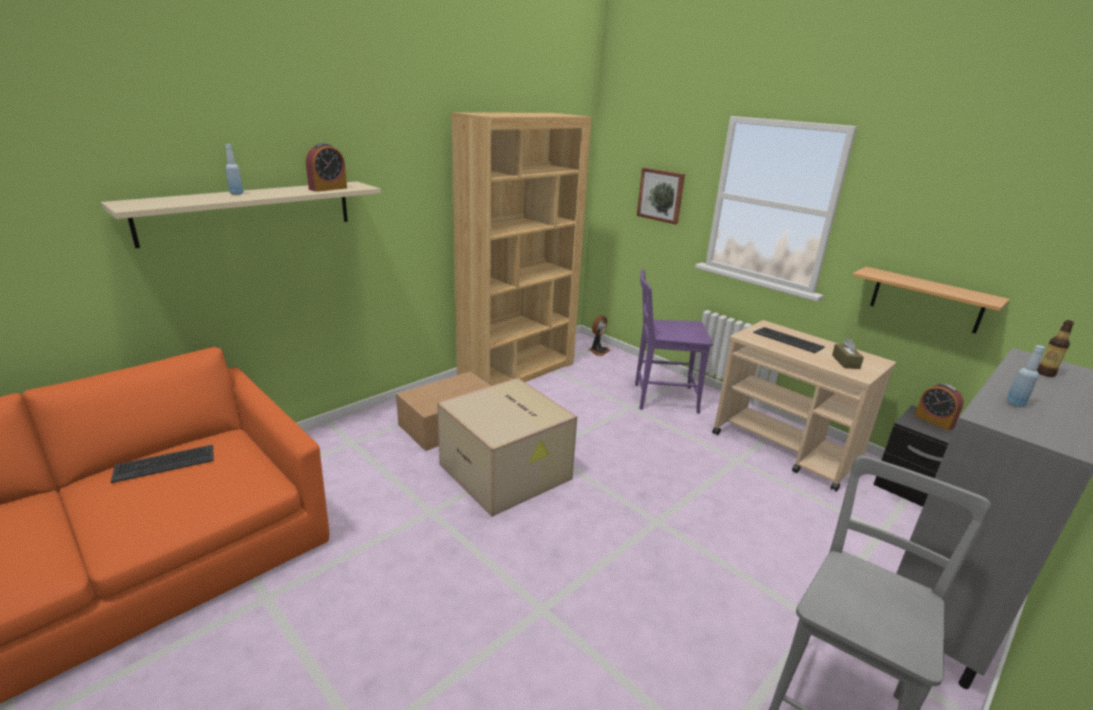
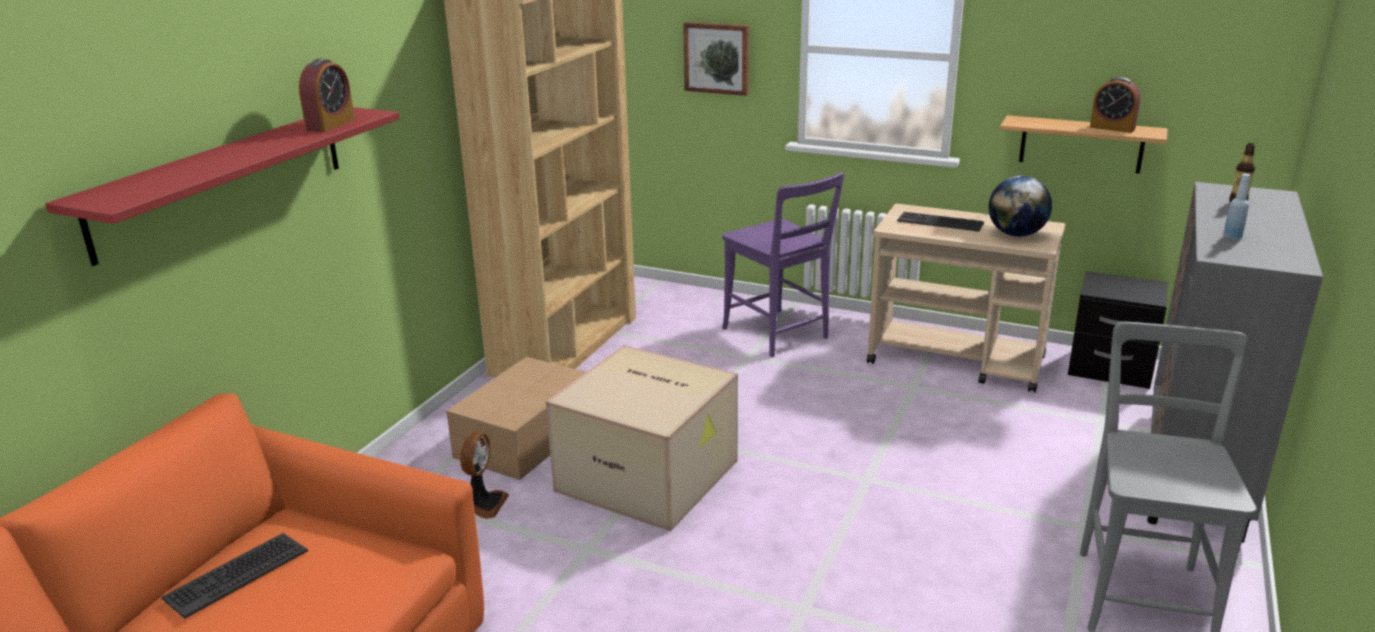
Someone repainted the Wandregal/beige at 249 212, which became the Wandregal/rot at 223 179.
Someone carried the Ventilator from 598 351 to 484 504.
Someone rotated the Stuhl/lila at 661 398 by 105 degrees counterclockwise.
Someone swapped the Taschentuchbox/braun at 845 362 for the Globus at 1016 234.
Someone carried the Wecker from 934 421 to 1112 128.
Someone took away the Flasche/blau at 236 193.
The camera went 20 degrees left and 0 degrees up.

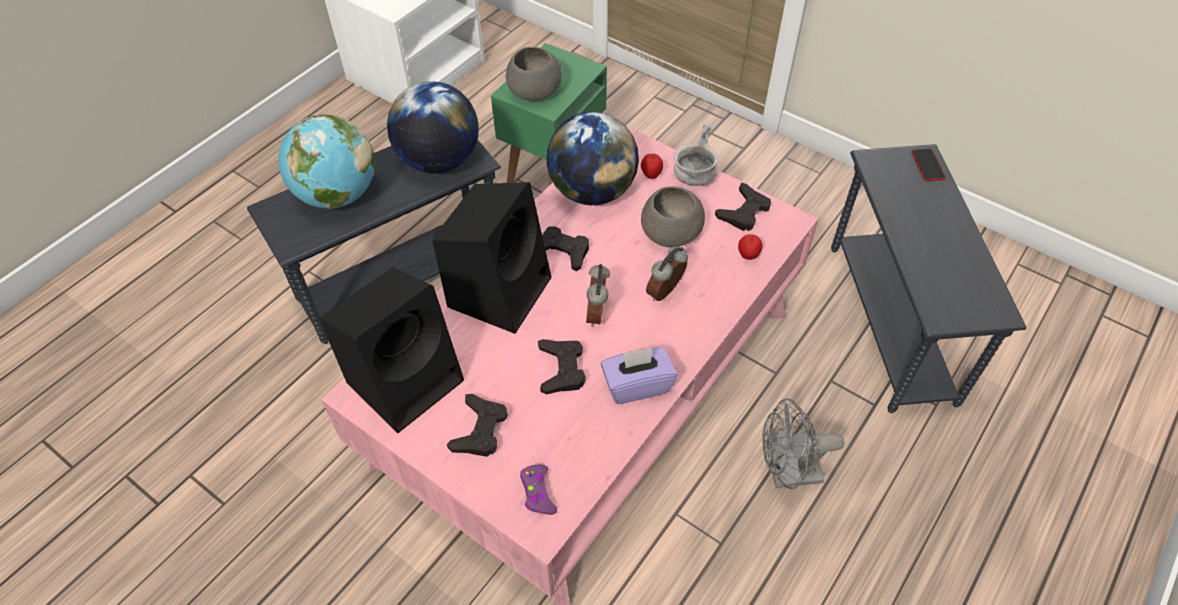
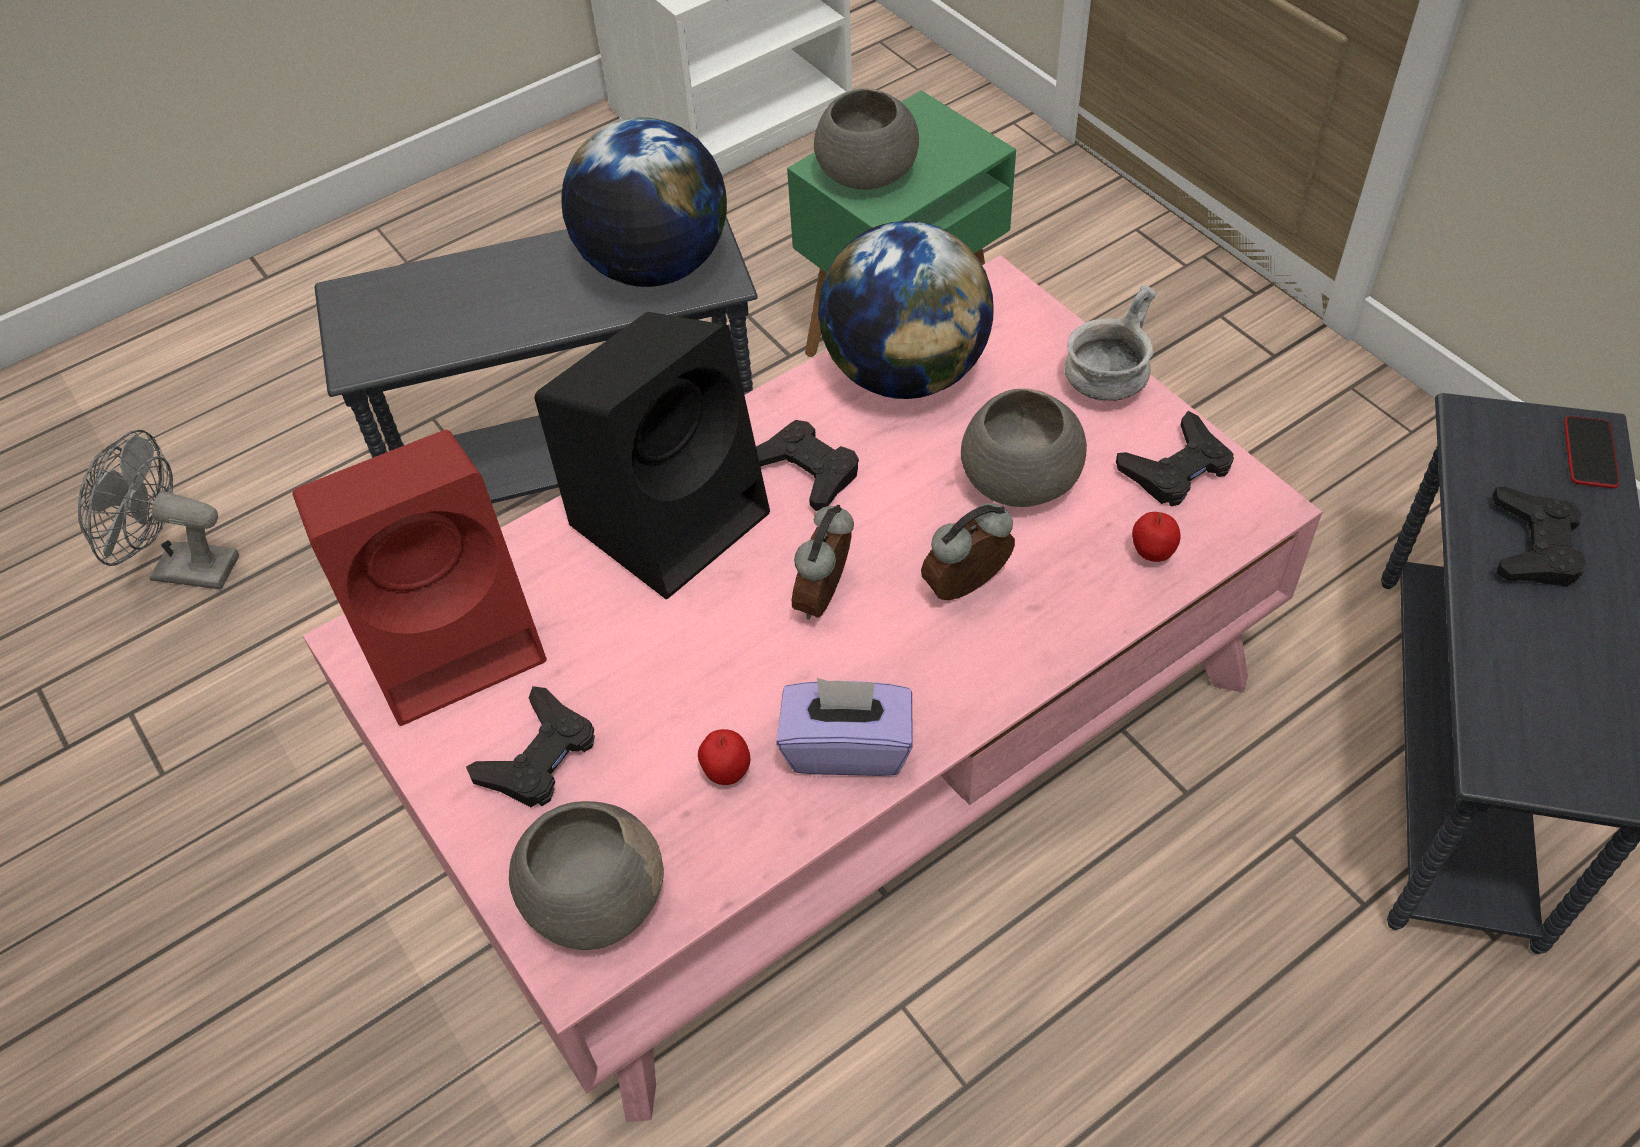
Someone carried the Ventilator/grau from 787 475 to 182 568.
Someone repainted the Lautsprecher/schwarz at 407 379, which became the Lautsprecher/rot at 453 635.
Someone swapped the Gamepad/lila at 538 493 for the Schüssel/grau at 592 897.
Someone carried the Apfel from 651 175 to 727 773.
Someone carried the Gamepad/schwarz from 562 369 to 1534 546.
Someone took away the Globus at 337 195.
The camera went 20 degrees right and 0 degrees up.

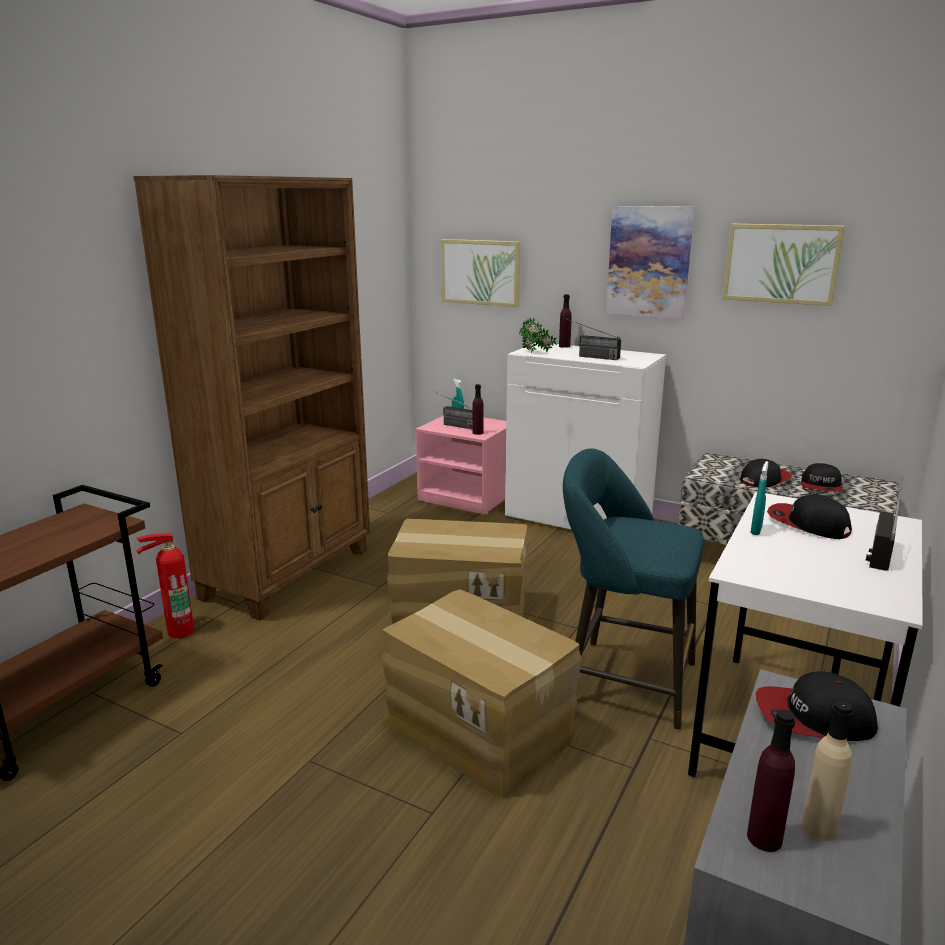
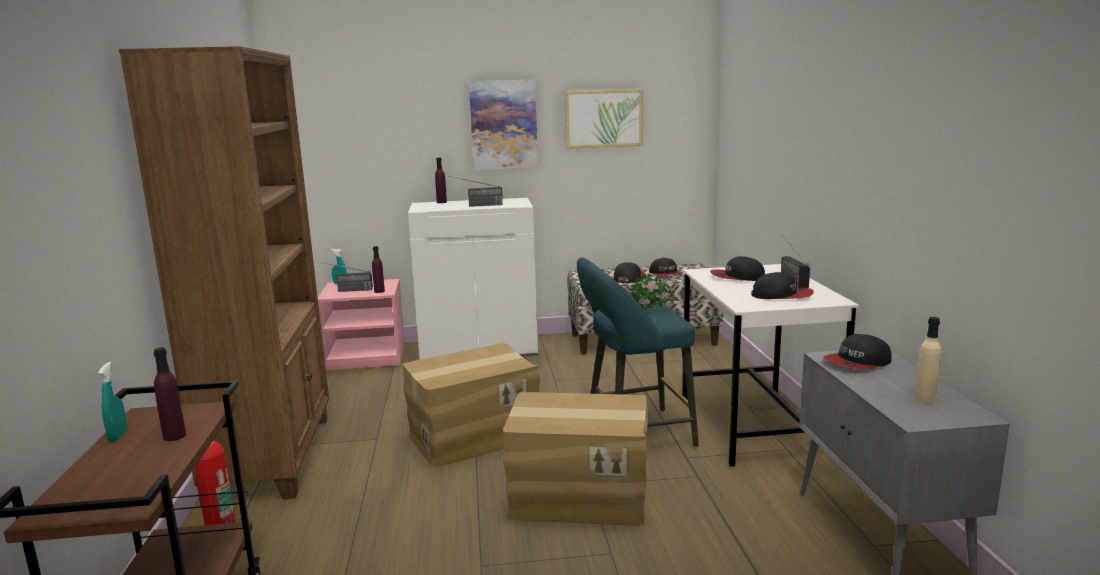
Someone carried the Sprühflasche/türkis from 756 530 to 118 436.
Someone carried the Flasche/lila from 764 838 to 174 436.
Someone carried the Topfpflanze from 536 353 to 652 311.
Someone put down the Kappe at 782 296.
Someone took away the Bild at 480 272.
The camera went 35 degrees left and 5 degrees down.

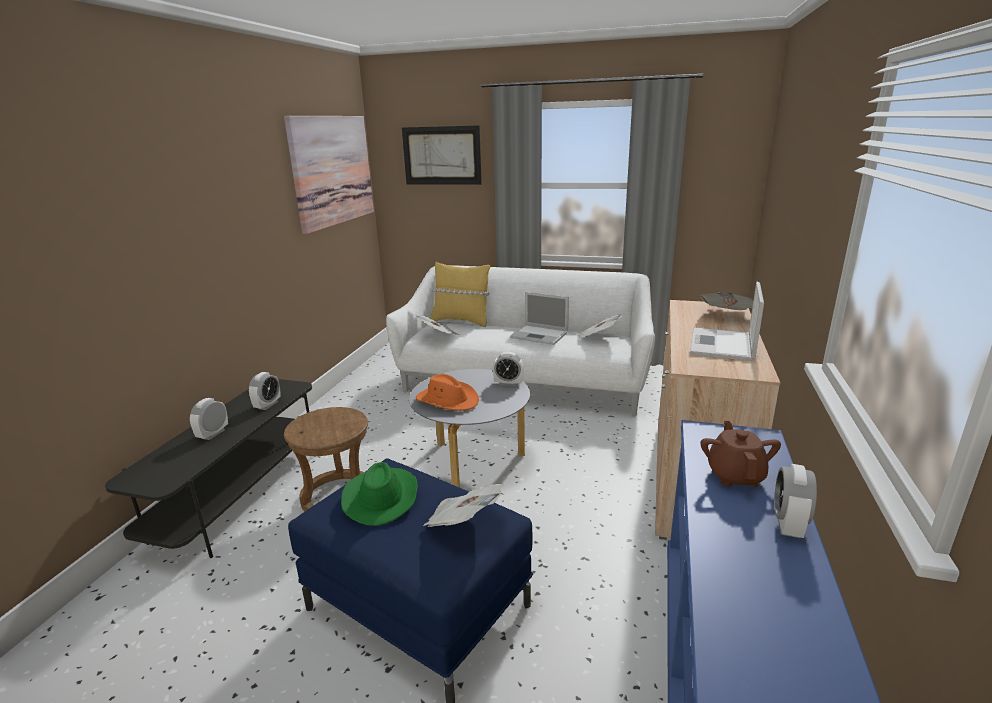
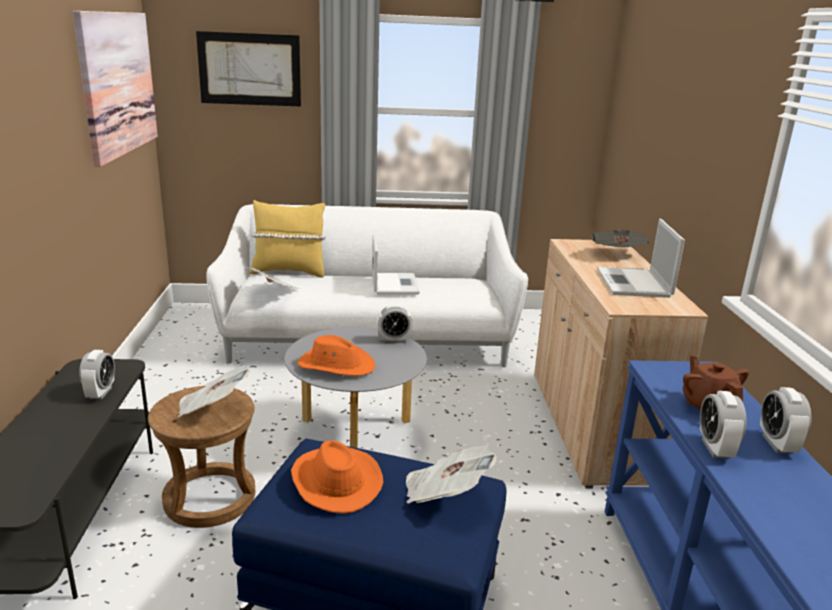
Someone carried the Zeitung from 597 337 to 212 408.
Someone repainted the Hut/grün at 380 497, which became the Hut/orange at 335 481.
Someone rotated the Laptop at 540 335 by 105 degrees counterclockwise.
Someone carried the Wecker from 213 434 to 715 448.
The camera went 20 degrees left and 0 degrees up.

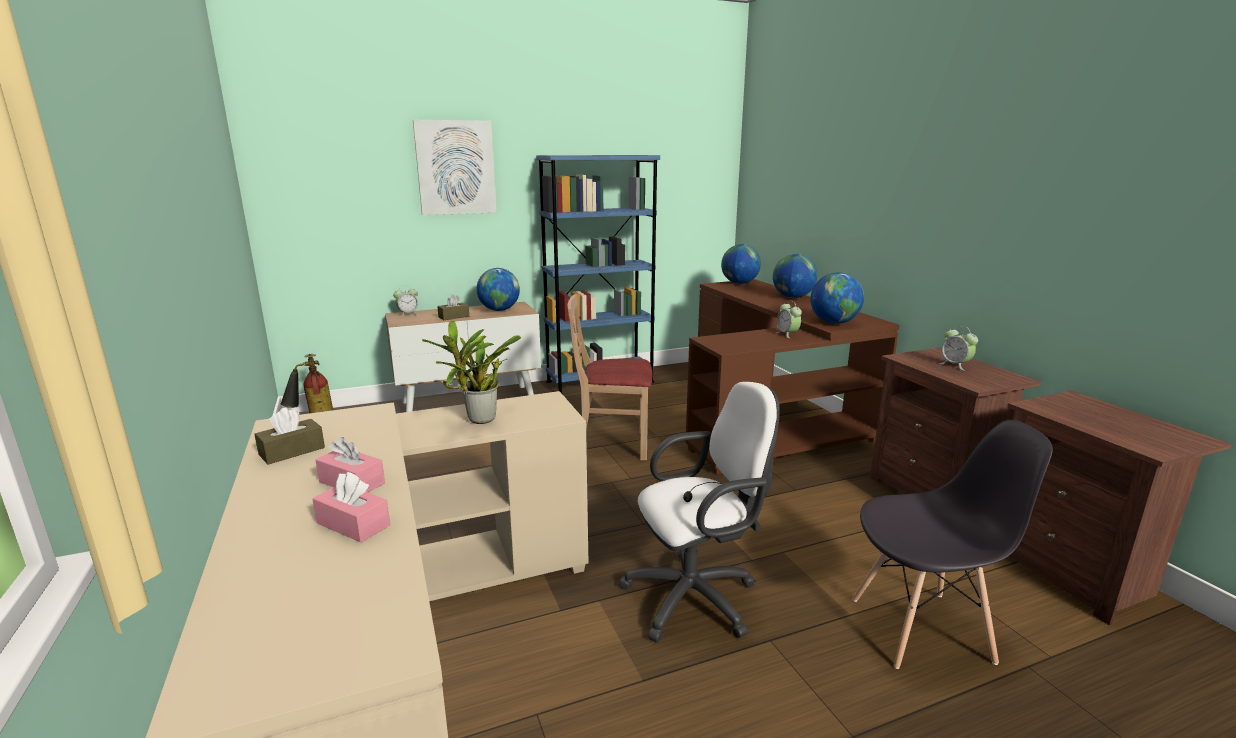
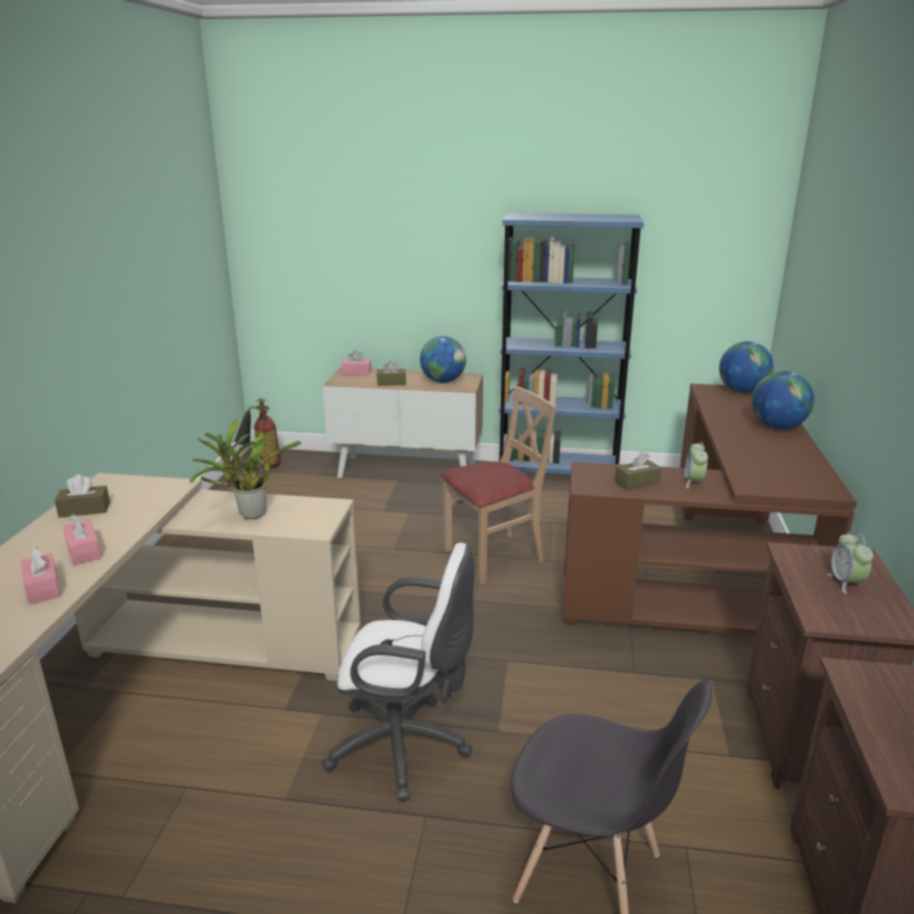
Someone swapped the Wecker at 408 314 for the Taschentuchbox/rosa at 356 372.
Someone rotated the Stuhl/beige at 612 444 by 120 degrees clockwise.
Someone put down the Taschentuchbox/braun at 637 482.
Someone took away the Bild at 455 167.
Someone took away the Globus at 834 323.
The camera went 30 degrees right and 5 degrees up.

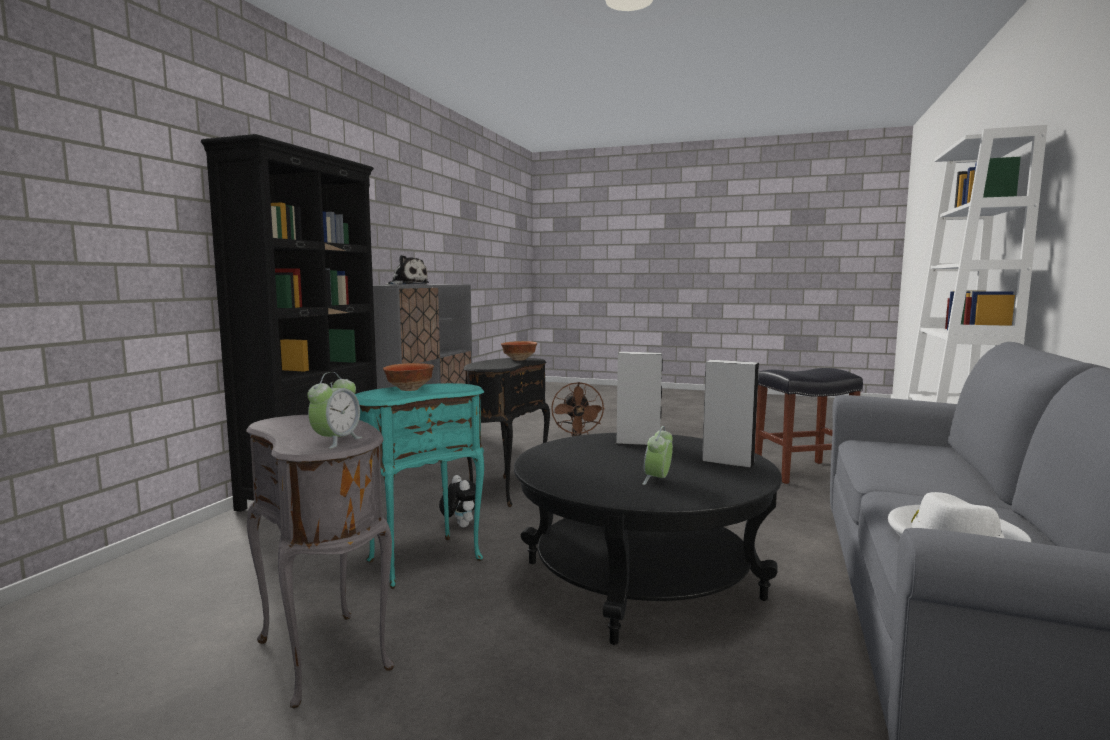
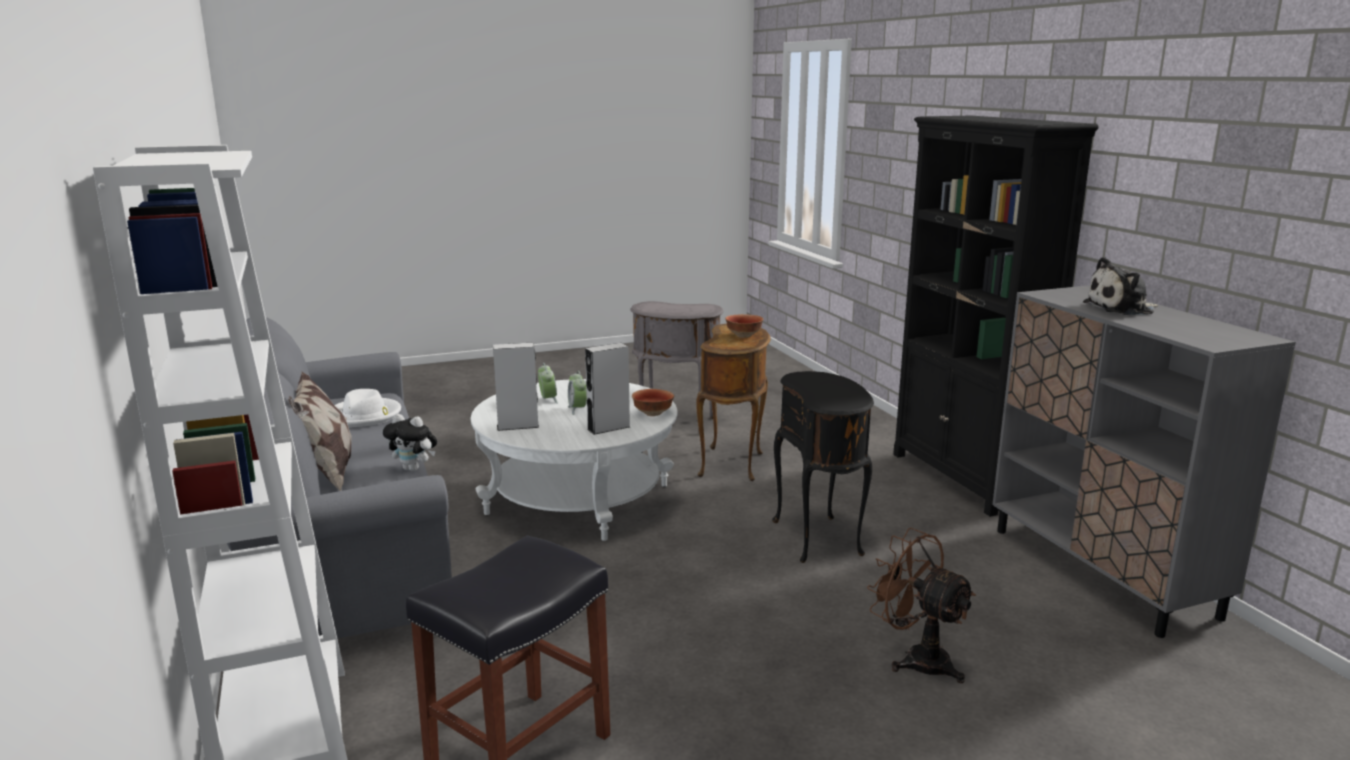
Someone put down the Kissen at 327 475.
Someone carried the Plüschtier from 459 526 to 414 469.
Someone repainted the Couchtisch/schwarz at 641 580, which became the Couchtisch/weiß at 577 500.
Someone carried the Wecker from 336 441 to 577 409.
Someone carried the Schüssel from 518 359 to 652 413.
Someone repainted the Beistelltisch/türkis at 422 560, which became the Beistelltisch/braun at 734 465.
The camera went 140 degrees right and 10 degrees up.

